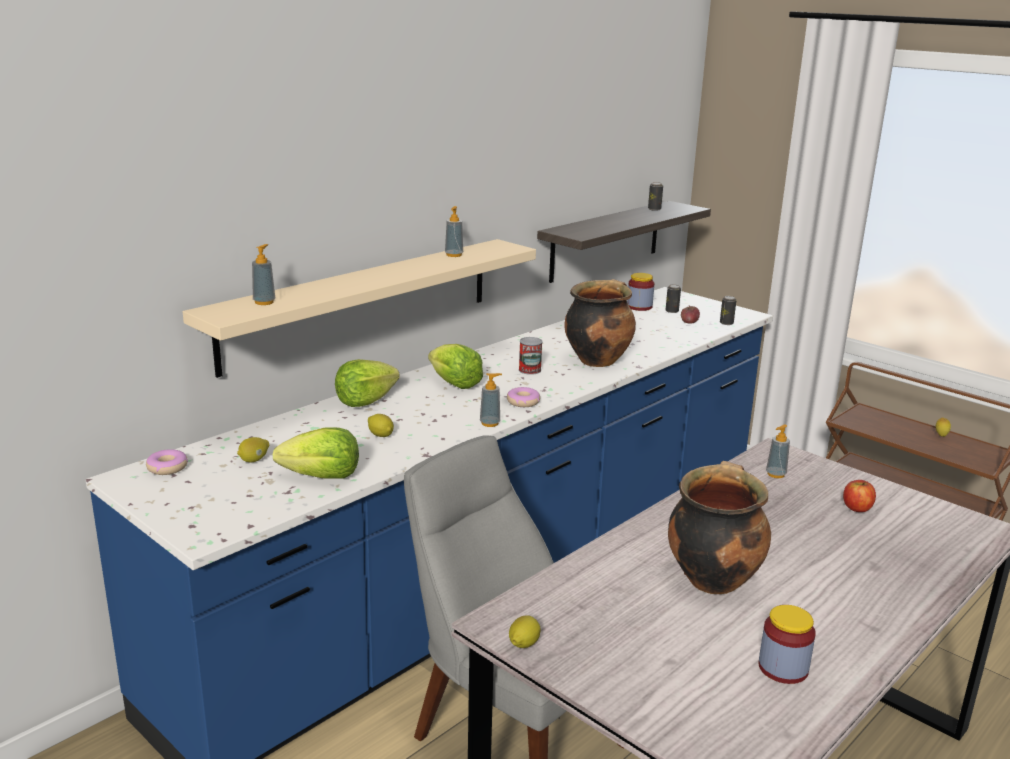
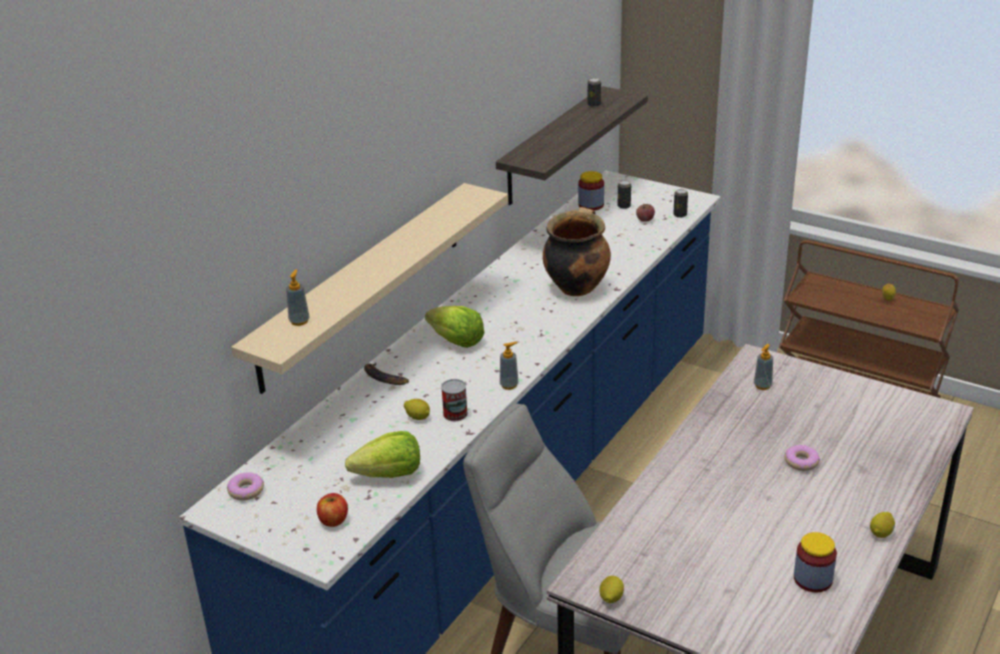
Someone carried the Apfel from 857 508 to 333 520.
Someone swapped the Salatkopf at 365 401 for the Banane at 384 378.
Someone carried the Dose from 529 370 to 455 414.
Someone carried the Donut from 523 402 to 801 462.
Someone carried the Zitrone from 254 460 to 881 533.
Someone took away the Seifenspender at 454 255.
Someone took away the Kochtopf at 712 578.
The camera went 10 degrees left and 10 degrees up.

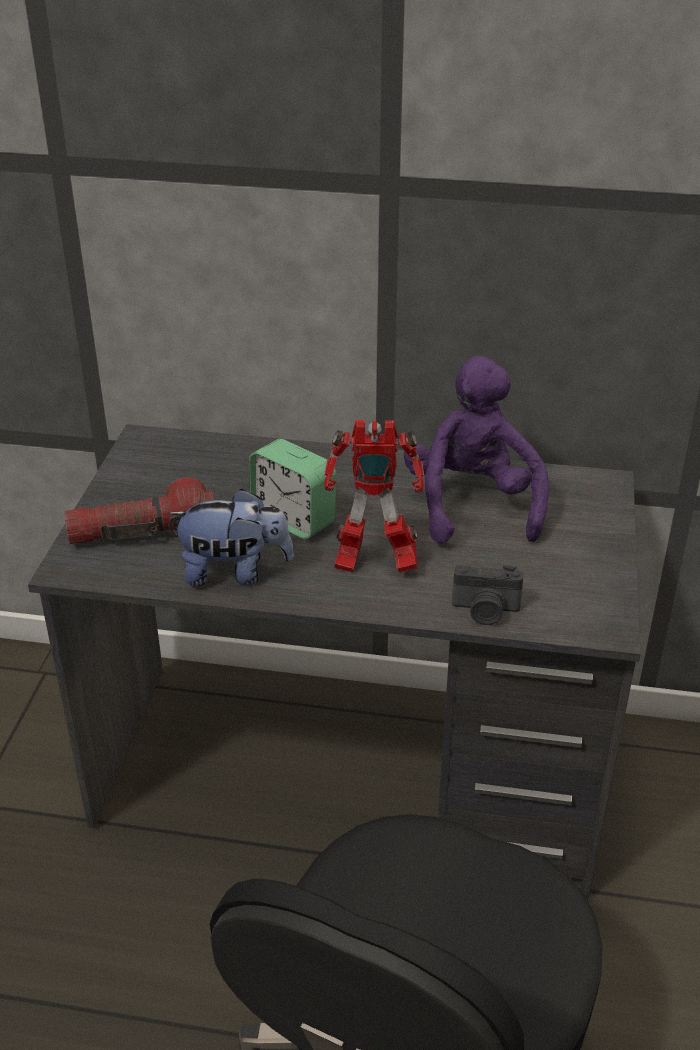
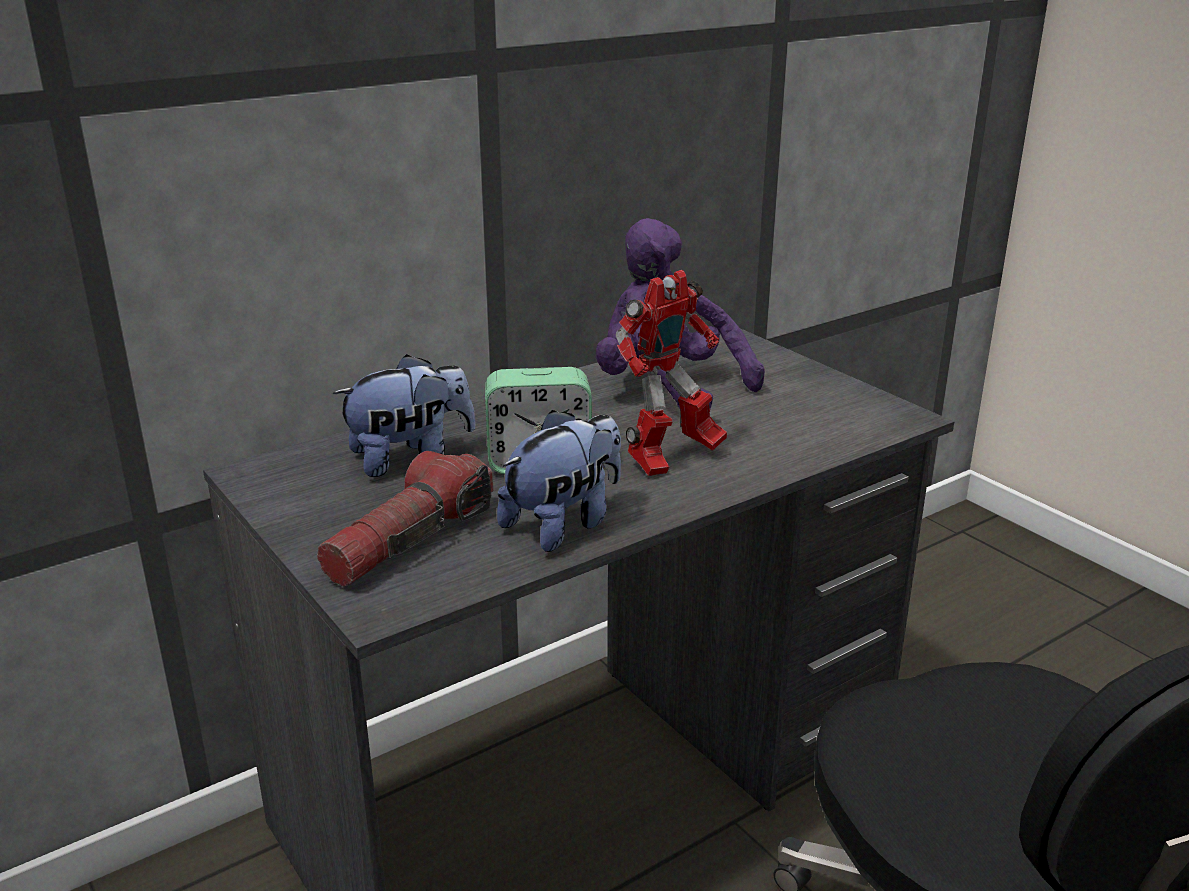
Someone put down the Plüschtier at 410 458.
Someone took away the Kamera at 485 611.
The camera went 45 degrees left and 10 degrees down.

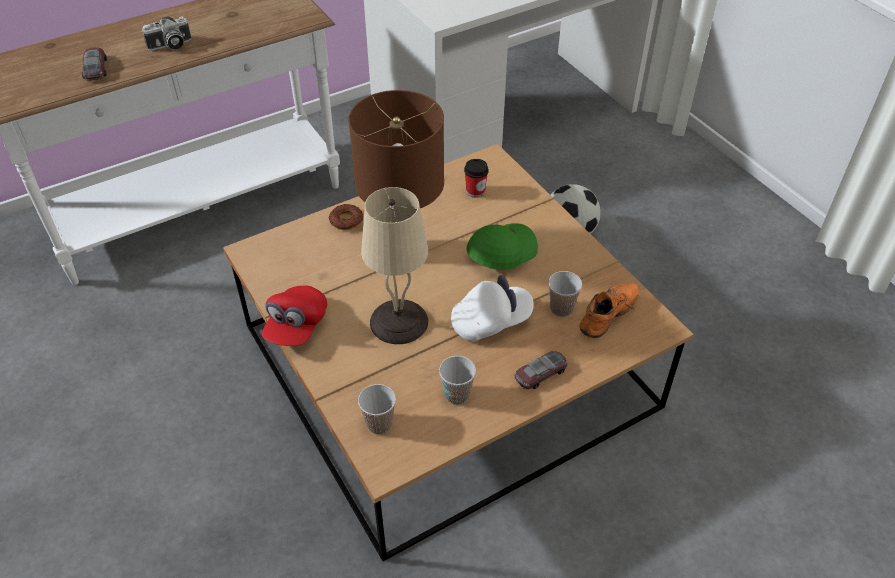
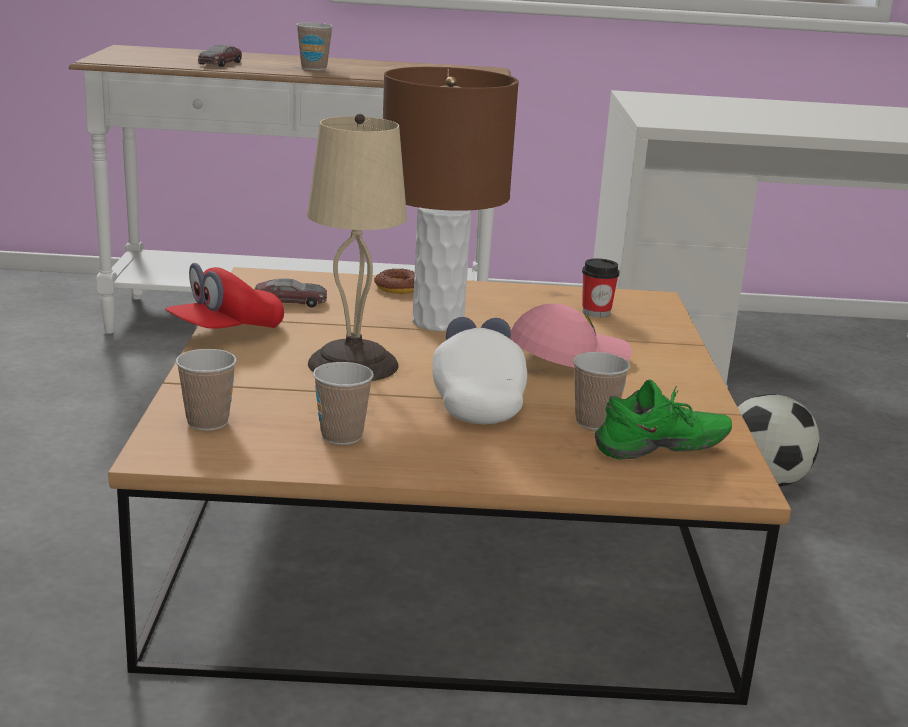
Someone carried the Spielzeugauto from 540 373 to 290 301.
Someone swapped the Kamera at 170 46 for the Tasse at 314 68.
Someone rotated the Kappe/weiß at 491 321 by 105 degrees counterclockwise.
Someone repainted the Kappe/grün at 501 251, which became the Kappe/rosa at 568 358.
Someone repainted the Schuh/orange at 610 318, which became the Schuh/grün at 662 451.
The camera went 30 degrees right and 25 degrees down.

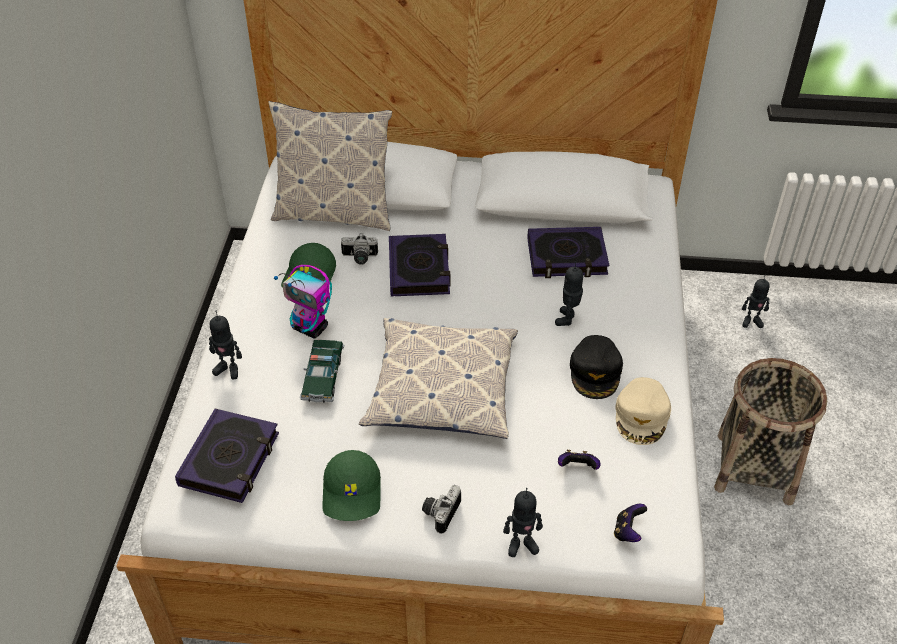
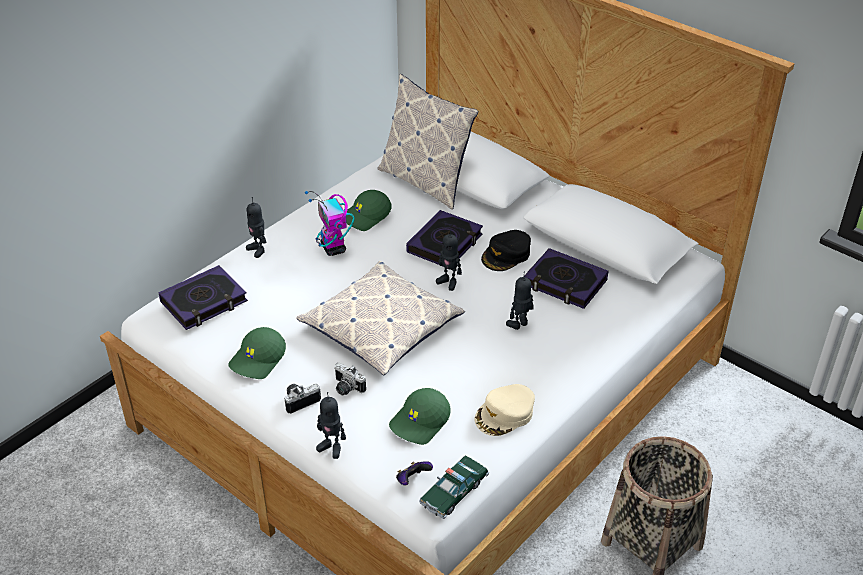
Someone carried the Kamera from 359 258 to 346 388.
Someone swapped the Gamepad at 577 468 for the Kappe/grün at 420 422.
Someone carried the Spielzeugauto from 323 376 to 454 492.
Someone carried the Spielzeugroboter from 751 321 to 448 282.
Someone carried the Kappe/schwarz from 596 372 to 506 255.
The camera went 35 degrees right and 5 degrees down.

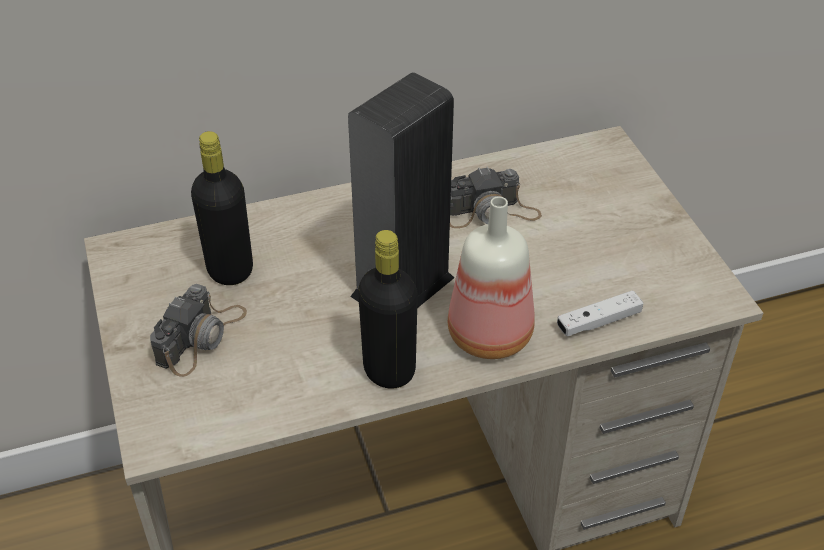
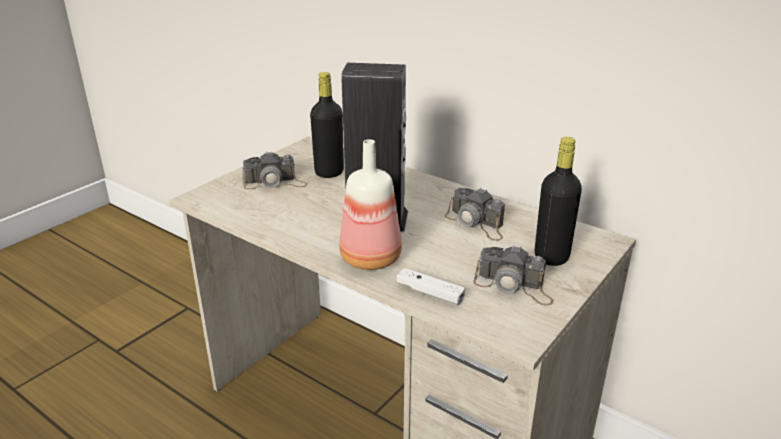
Someone put down the Kamera at 514 287.
Someone carried the Flasche/schwarz from 389 370 to 551 257.
The camera went 55 degrees right and 15 degrees down.

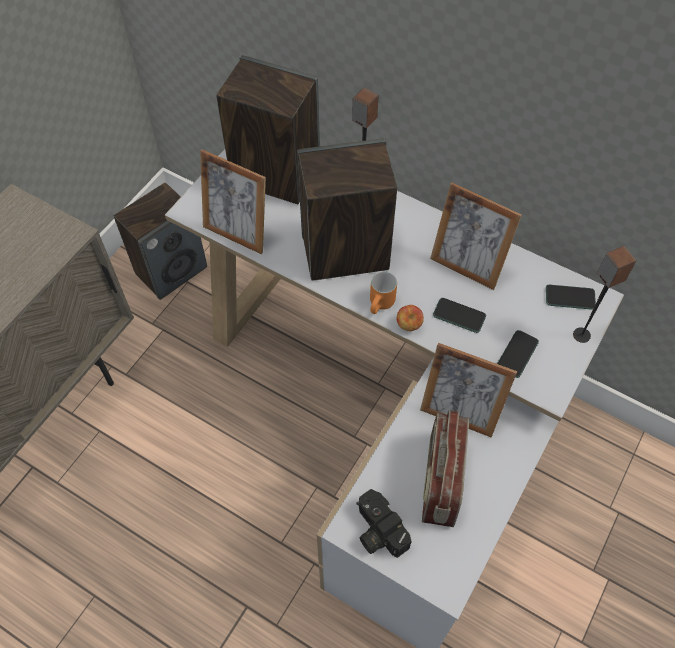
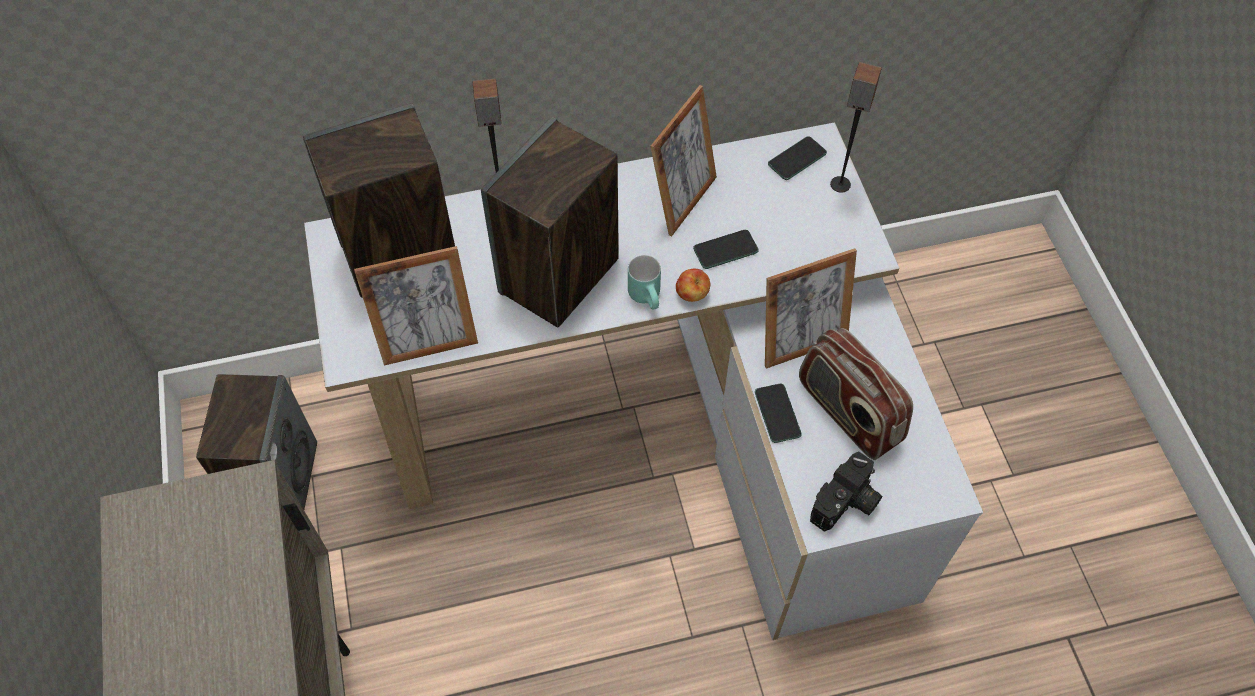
Someone repainted the Henkelbecher/orange at 381 305, which became the Henkelbecher/türkis at 648 297.
Someone rotated the Bilderrahmen at 466 267 by 45 degrees counterclockwise.
Someone carried the Handy from 517 354 to 777 413.
Someone rotated the Kamera at 377 531 by 60 degrees counterclockwise.
The camera went 45 degrees left and 0 degrees up.

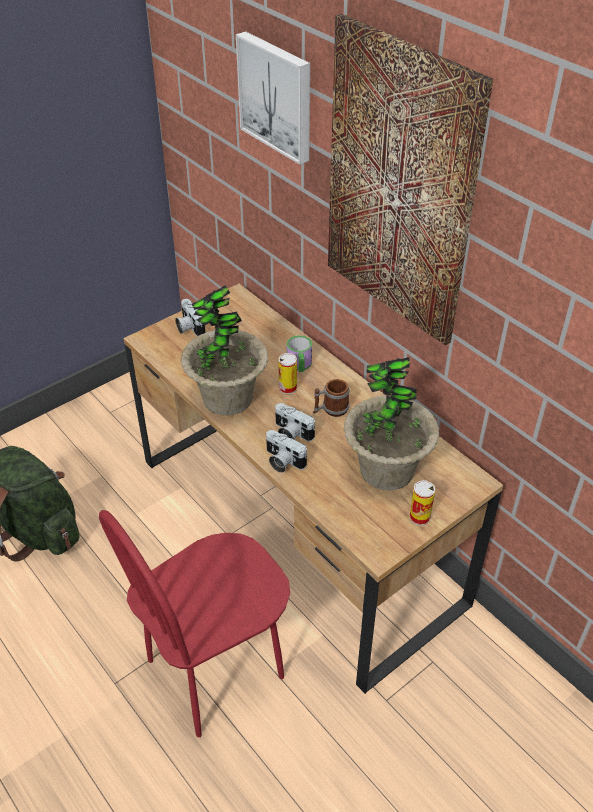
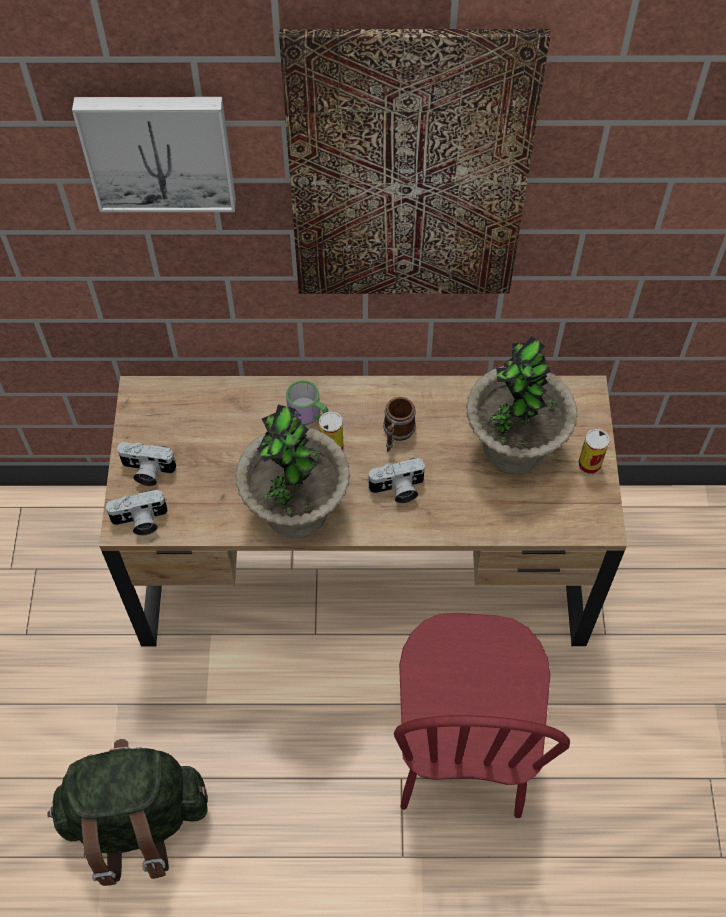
Someone carried the Kamera from 282 461 to 140 521.
The camera went 50 degrees left and 15 degrees up.

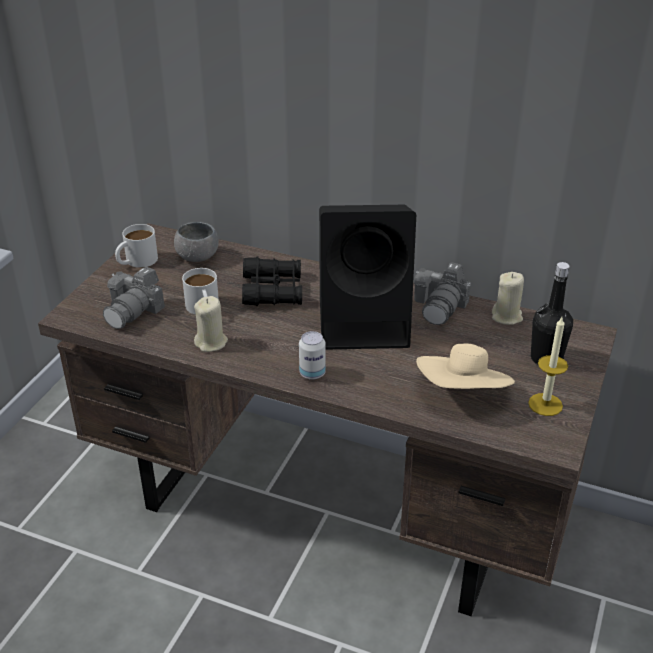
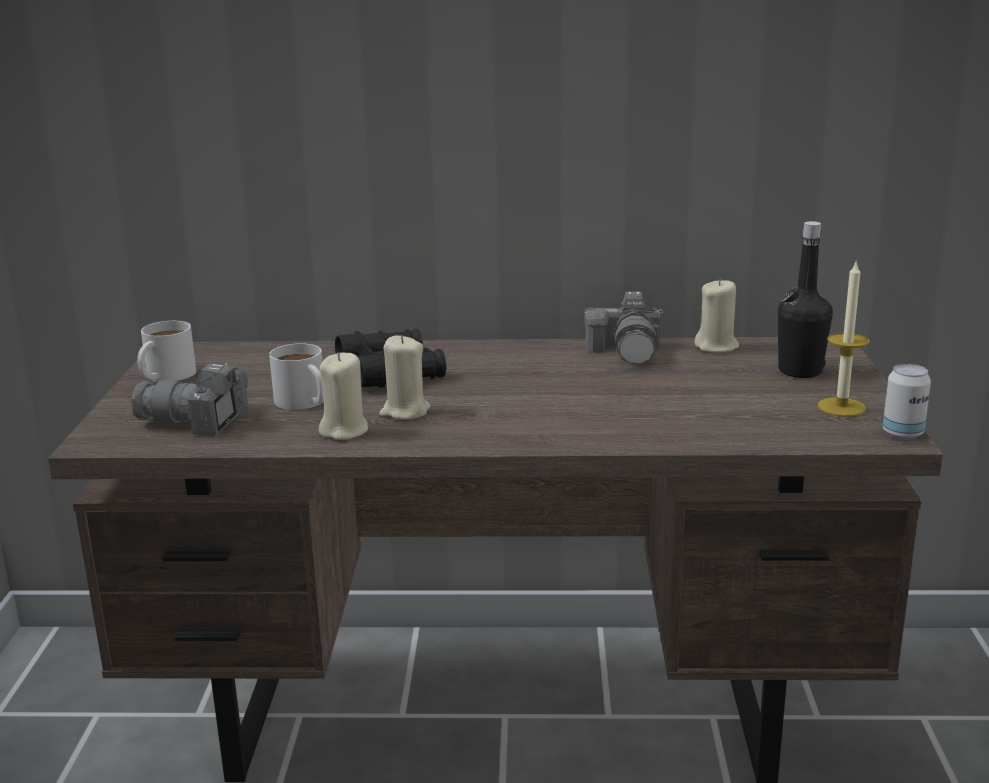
Someone rotated the Kamera at 134 311 by 90 degrees clockwise.
Someone put down the Kerze/beige at 405 411.
Someone carried the Dose from 312 373 to 902 434.
Someone took away the Schüssel/grau at 198 257.
Someone took away the Lautsprecher/schwarz at 366 322.
Someone took away the Hut/beige at 463 393.
The camera went 20 degrees left and 15 degrees down.

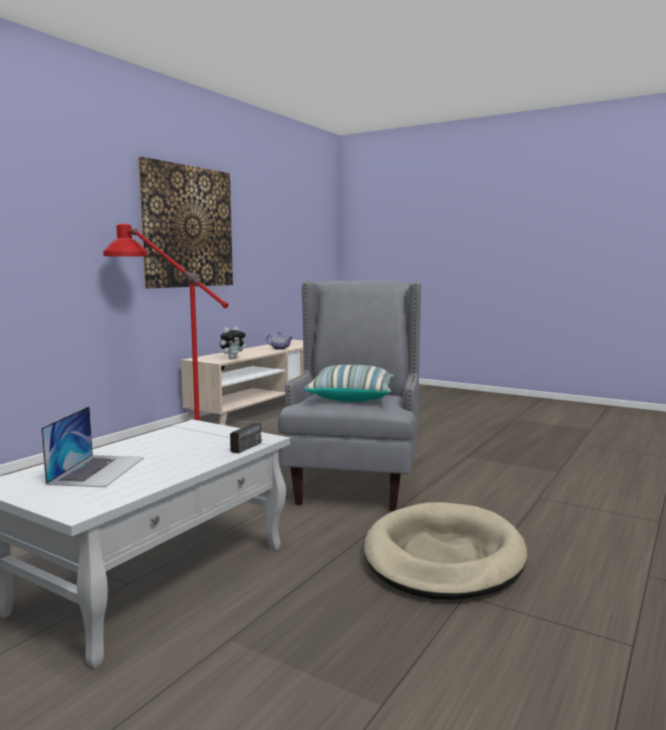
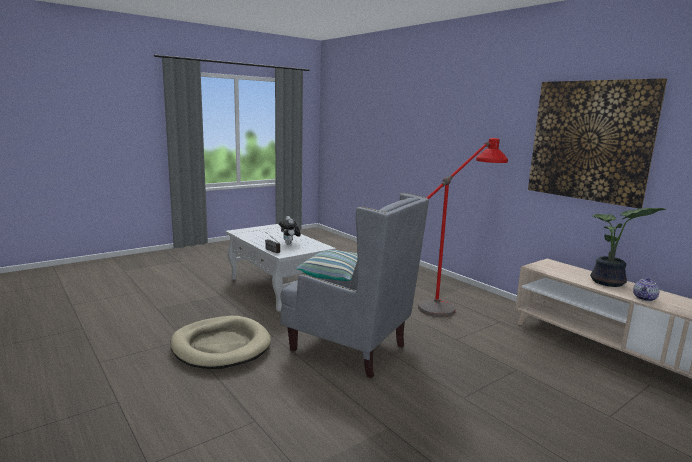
Someone carried the Plüschtier from 232 358 to 290 244.
Someone put down the Topfpflanze at 609 283.
Someone took away the Laptop at 98 470.
The camera went 110 degrees right and 5 degrees up.

